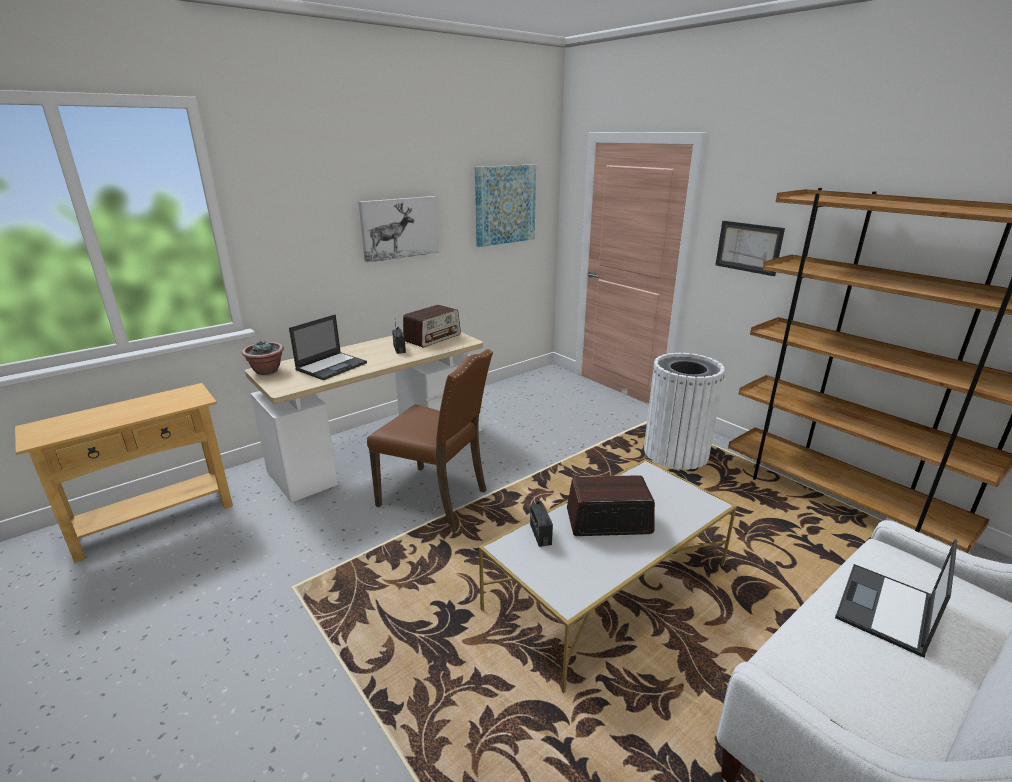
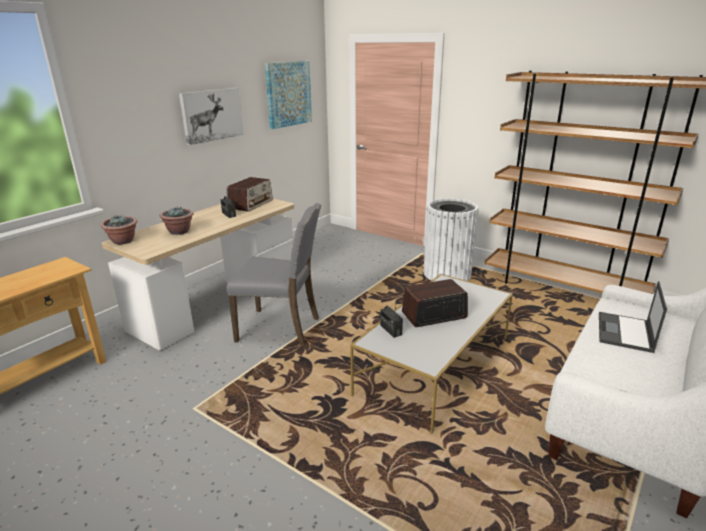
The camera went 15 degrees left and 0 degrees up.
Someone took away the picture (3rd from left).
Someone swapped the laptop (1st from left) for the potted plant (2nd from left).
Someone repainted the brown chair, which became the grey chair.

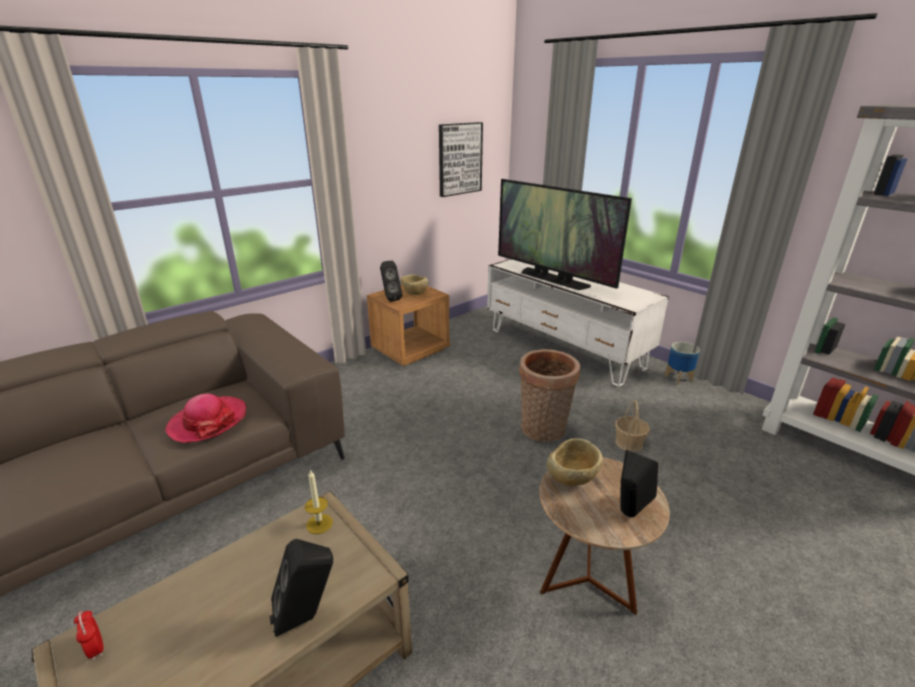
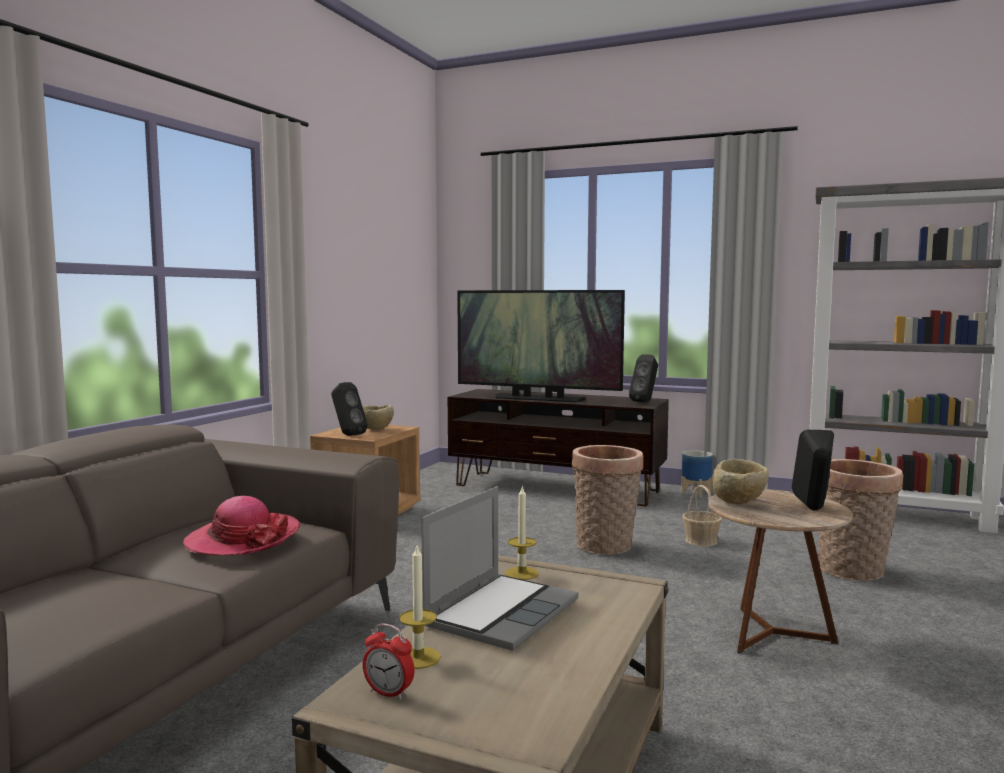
The camera went 25 degrees left and 20 degrees down.
Someone took away the picture.
Someone repainted the white tv stand, which became the brown tv stand.
Someone carried the black speaker (1st from left in the first image).
Someone put down the basket (3rd from left).
Someone put down the laptop.
Someone put down the candle (1st from left).

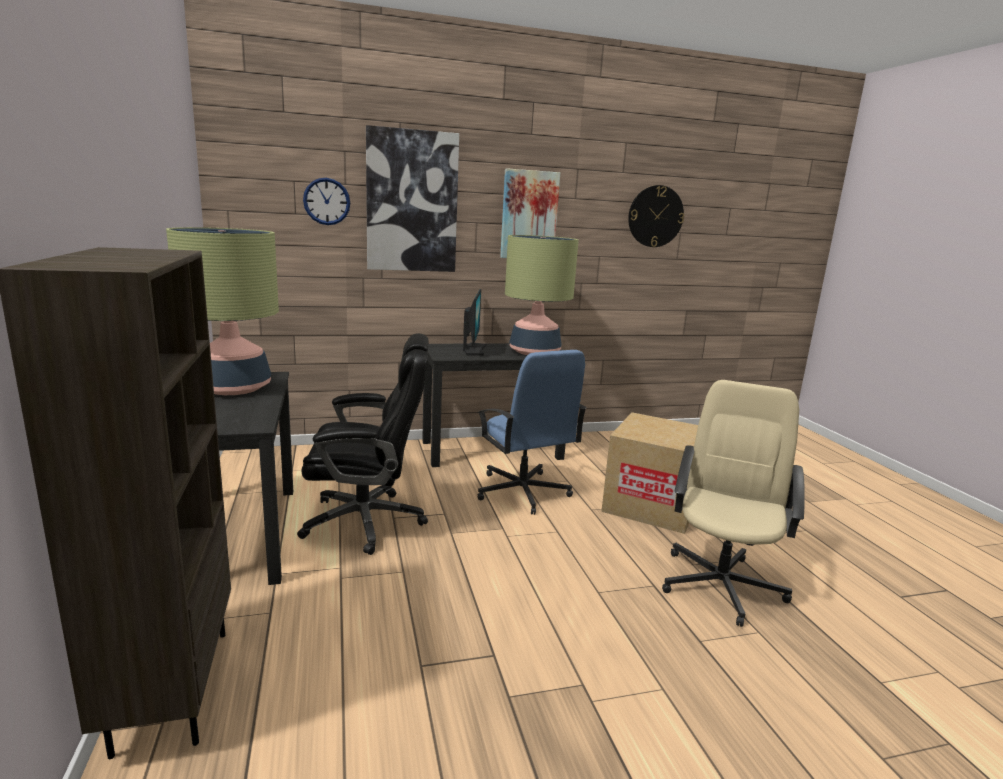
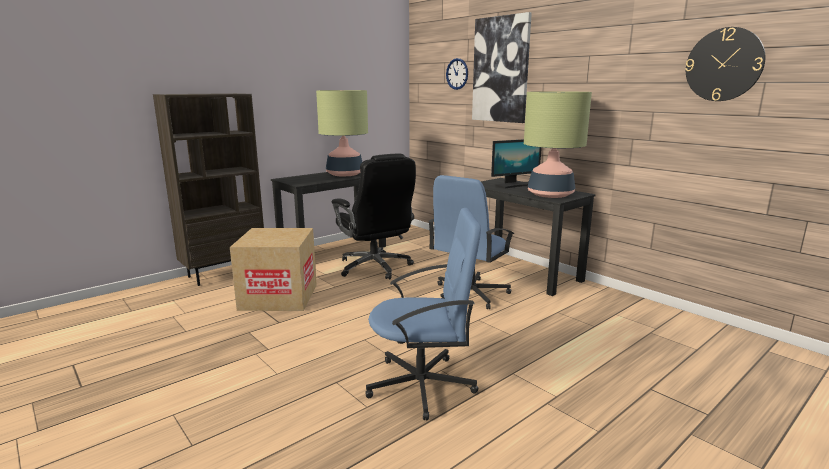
The camera went 65 degrees right and 0 degrees up.
Someone took away the picture (2nd from left).
Someone repainted the beige office chair, which became the blue office chair (1st from left).
Someone carried the cardboard box.

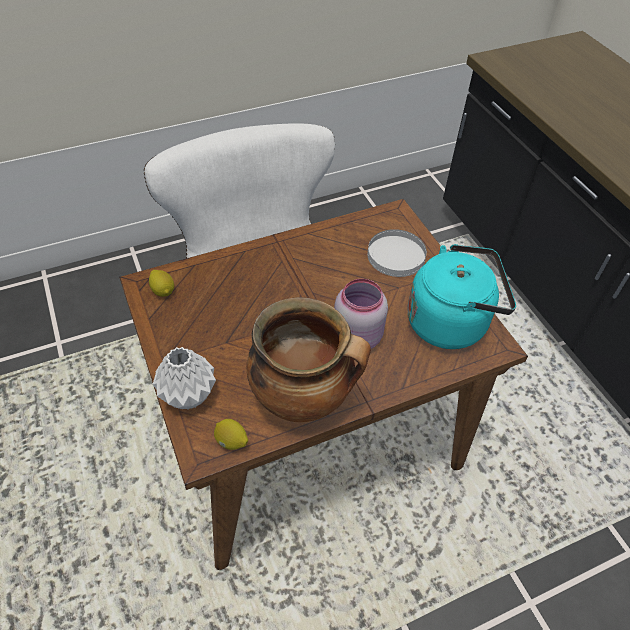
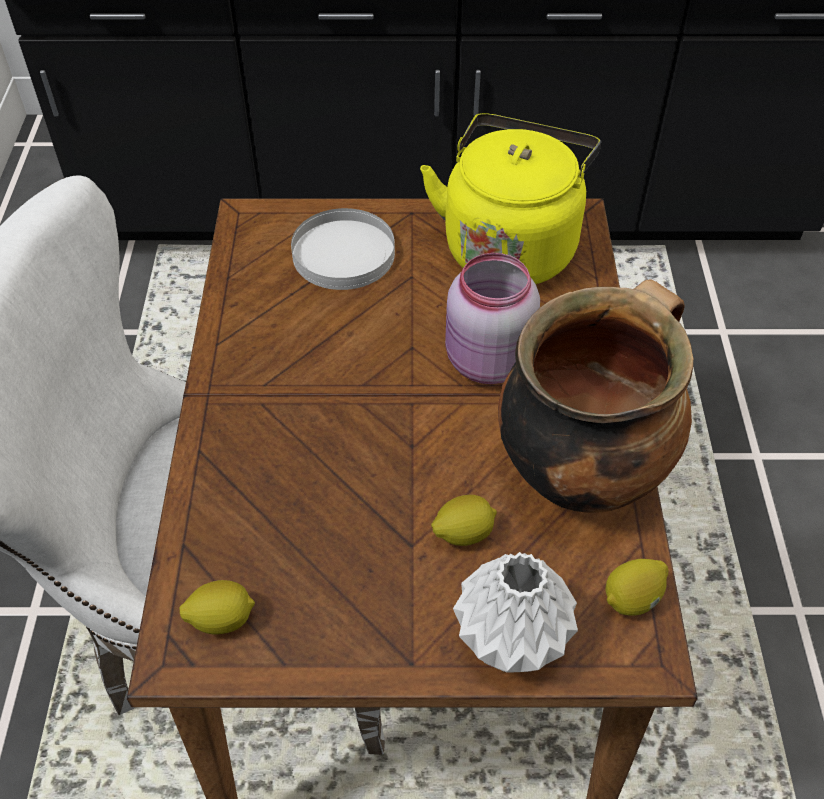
The camera went 65 degrees left and 0 degrees up.
Someone repainted the turquoise kettle, which became the yellow kettle.
Someone put down the lemon (2nd from left).

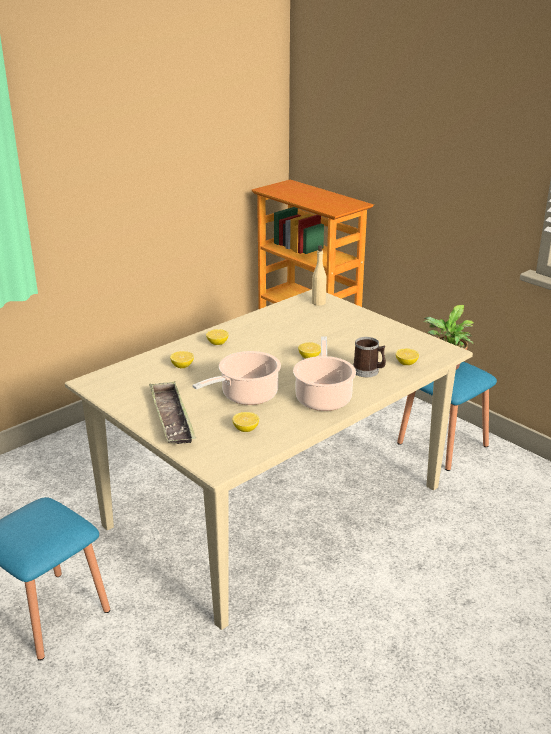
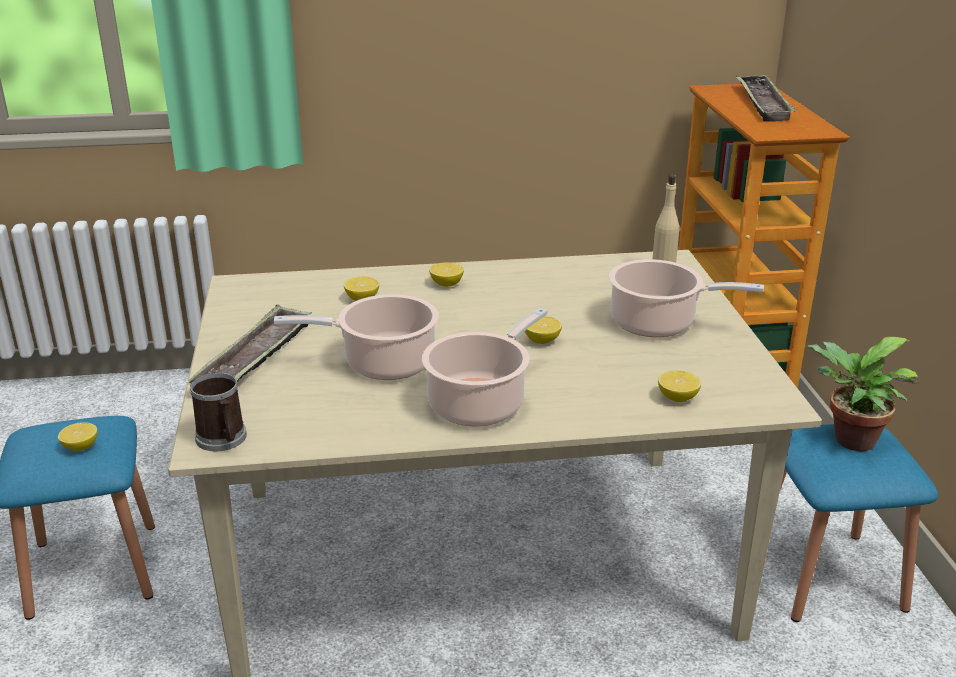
The camera went 35 degrees right and 0 degrees up.
Someone carried the mug.
Someone carried the lemon (3rd from left in the first image).
Someone put down the tray (2nd from left).
Someone put down the cooking pot (3rd from left).

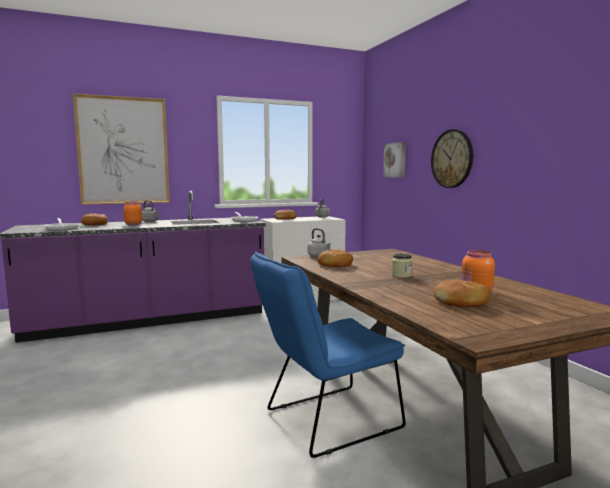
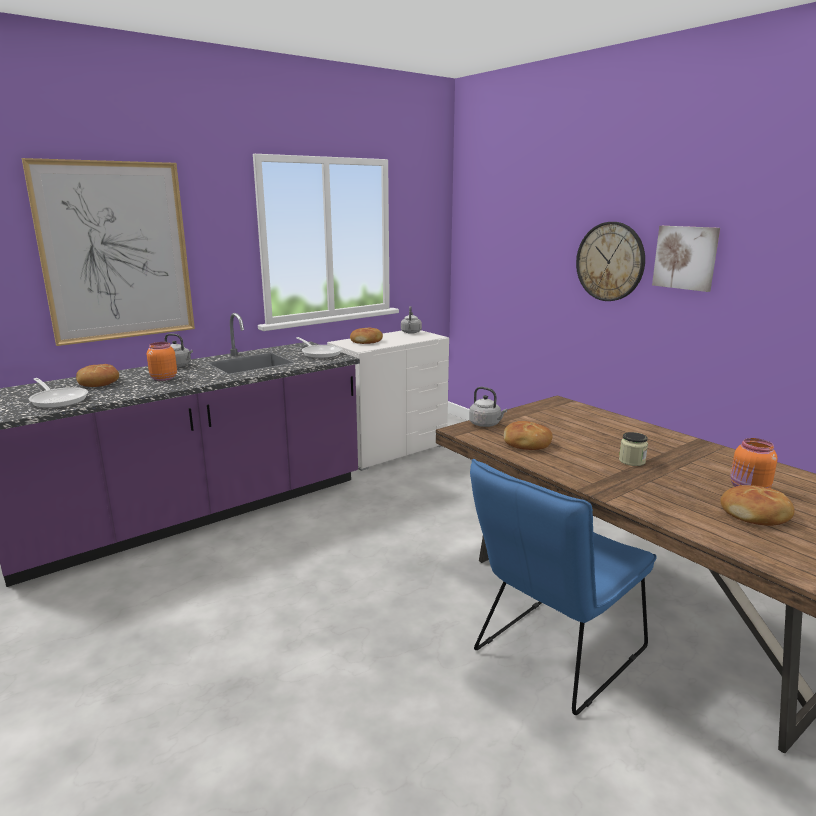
The camera went 15 degrees left and 10 degrees up.
Someone carried the picture (2nd from left).

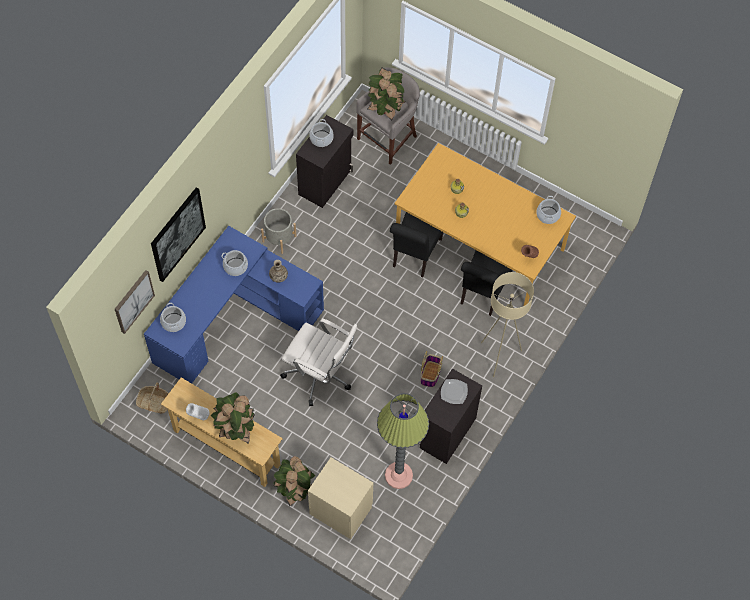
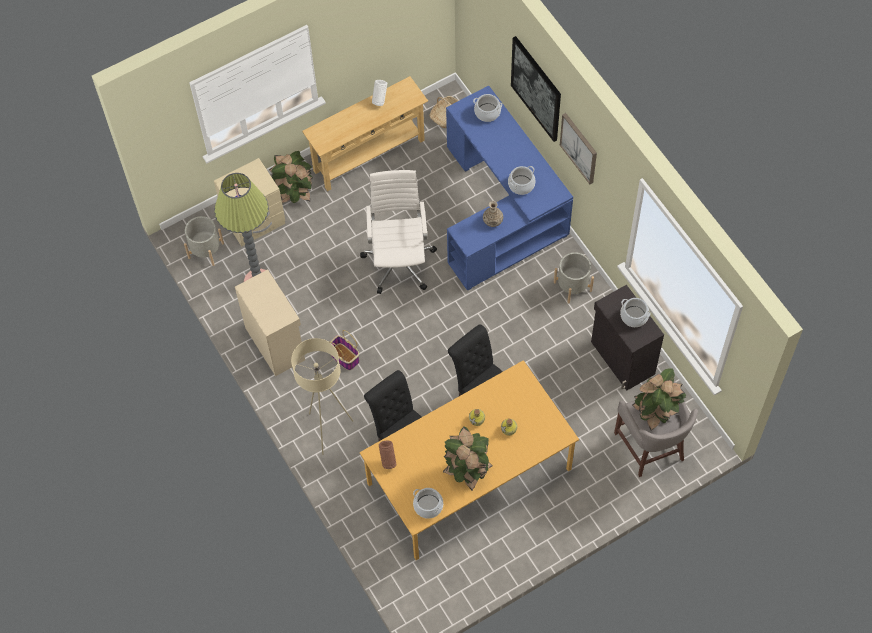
The camera went 120 degrees right and 0 degrees up.
Someone carried the picture (1st from left in the first image).
Someone rotated the white office chair by 120 degrees clockwise.
Someone repainted the black cabinet (2nd from left), which became the beige cabinet.
Someone took away the plate.
Someone carried the potted plant (1st from left in the first image).
Someone put down the grey planter (1st from left).

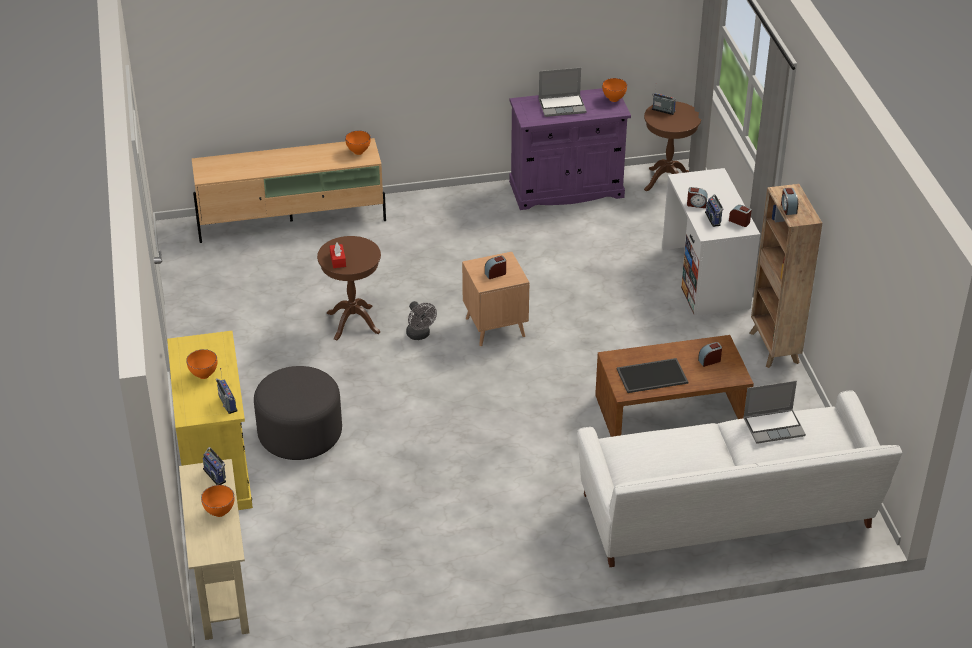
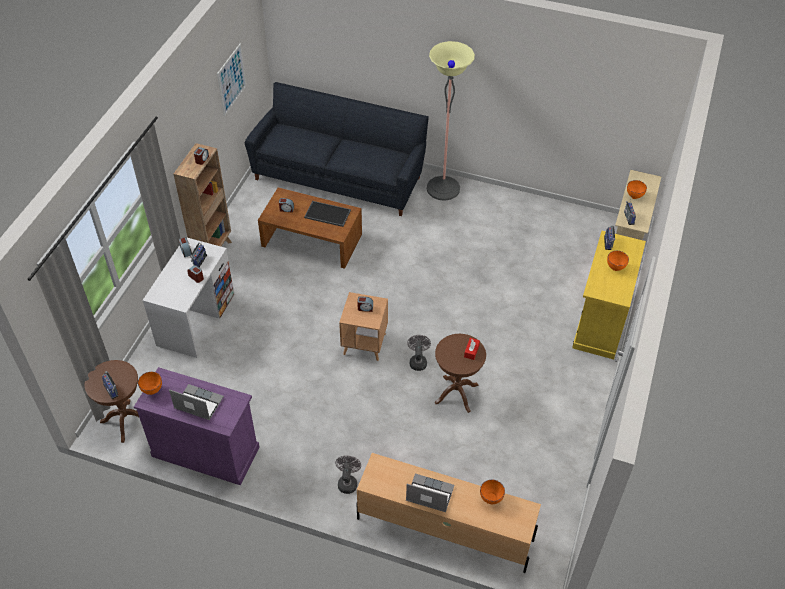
The camera went 150 degrees left and 10 degrees up.
Someone carried the orange bowl (3rd from left in the first image).
Someone took away the grey ottoman.
Someone carried the laptop (2nd from left).
Someone repainted the white sofa, which became the black sofa.
Someone put down the floor lamp.
Someone put up the picture.
Someone put down the grey fan (1st from left).

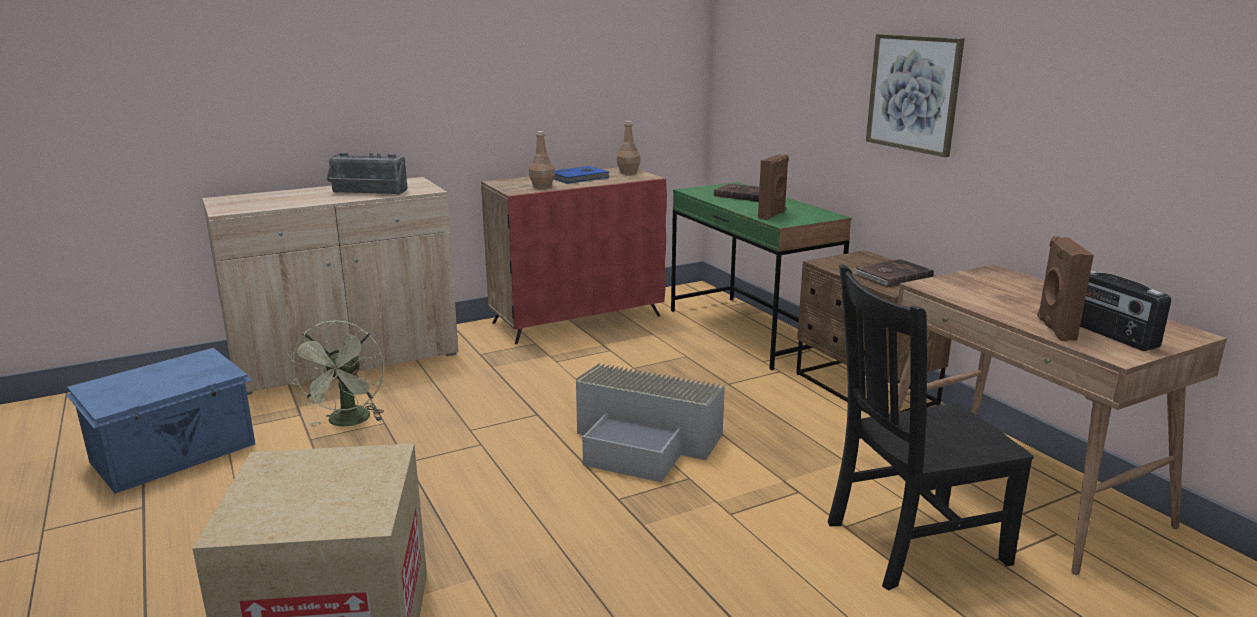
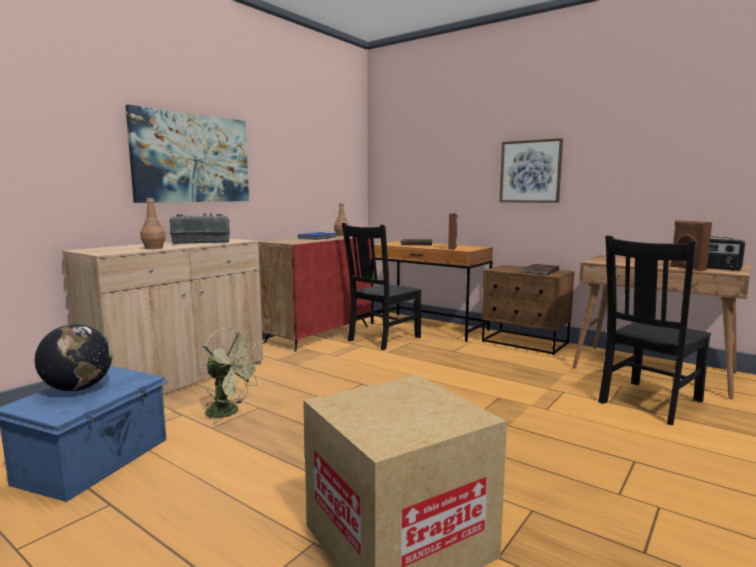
The camera went 25 degrees left and 10 degrees down.
Someone carried the brown bottle (1st from left).
Someone repainted the green desk, which became the brown desk (1st from left).
Someone rotated the green fan by 45 degrees counterclockwise.
Someone took away the grey storage box.
Someone put up the picture (1st from left).
Someone put down the black chair (1st from left).
Someone put down the globe.

